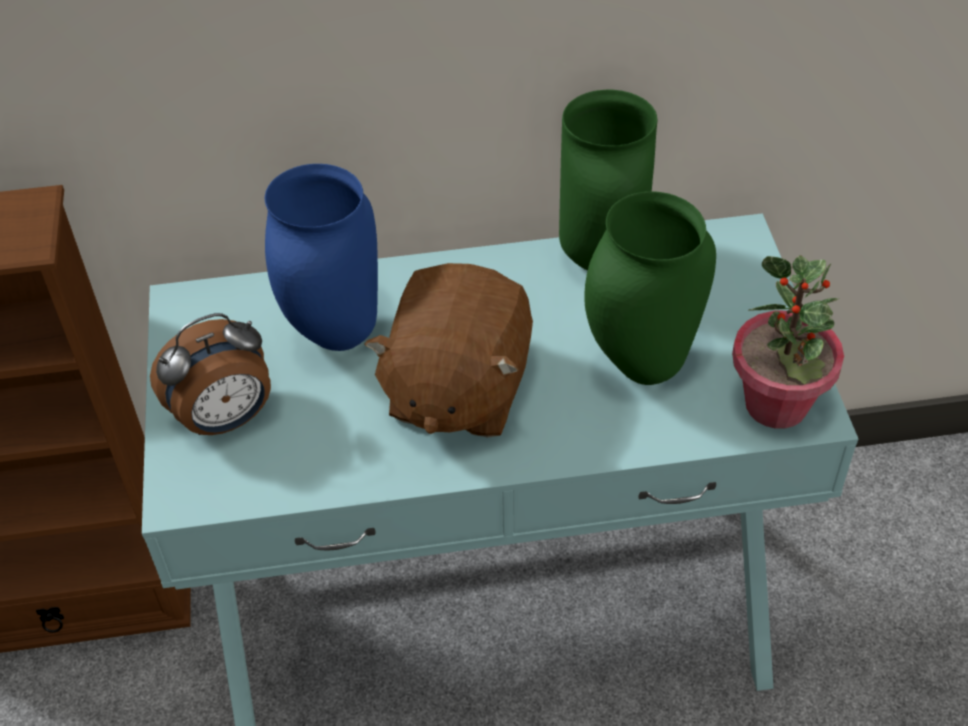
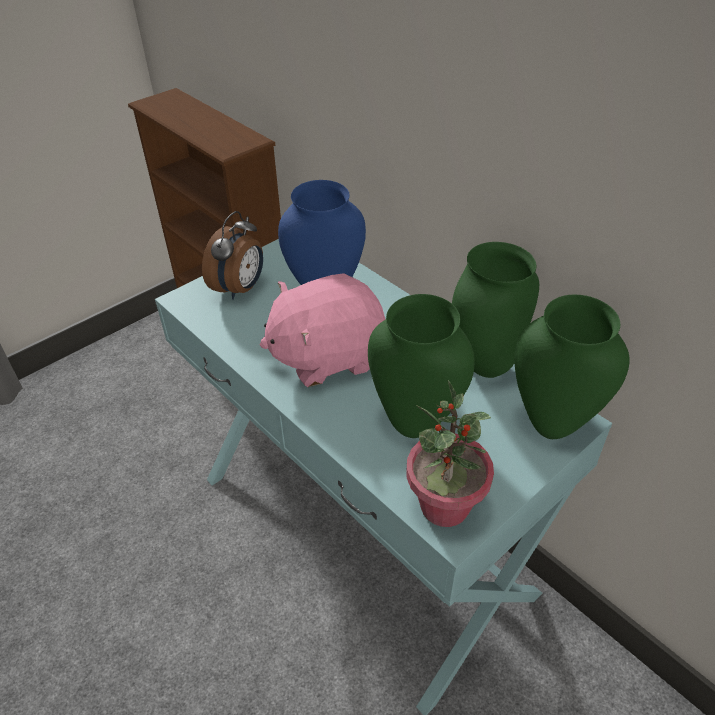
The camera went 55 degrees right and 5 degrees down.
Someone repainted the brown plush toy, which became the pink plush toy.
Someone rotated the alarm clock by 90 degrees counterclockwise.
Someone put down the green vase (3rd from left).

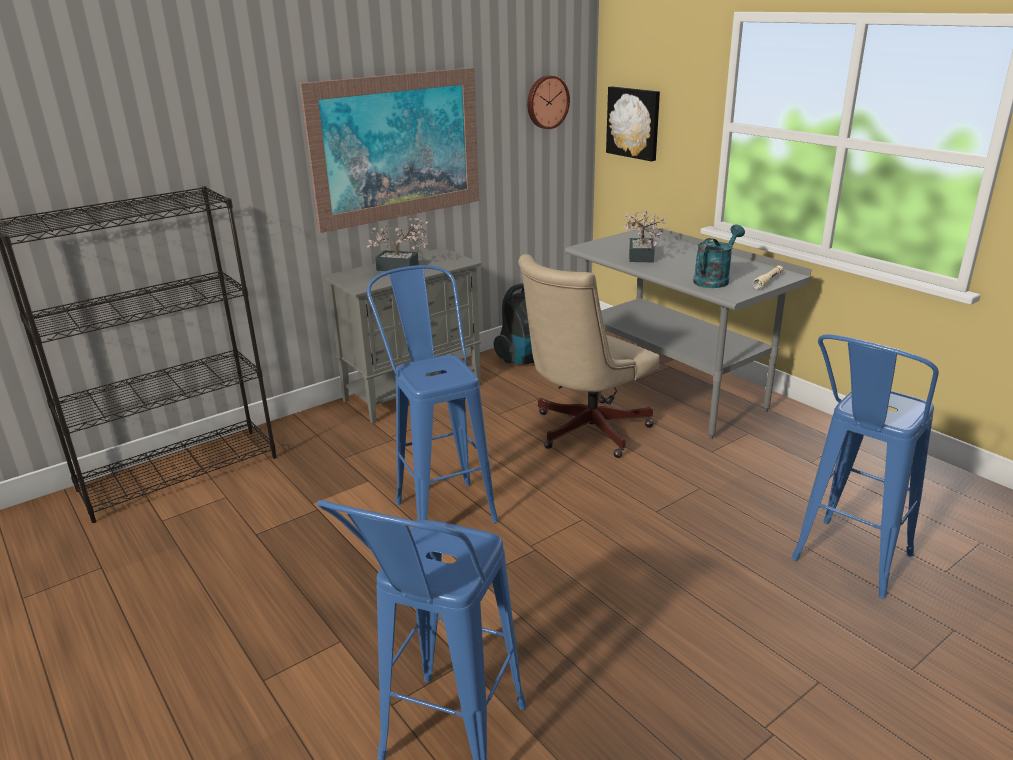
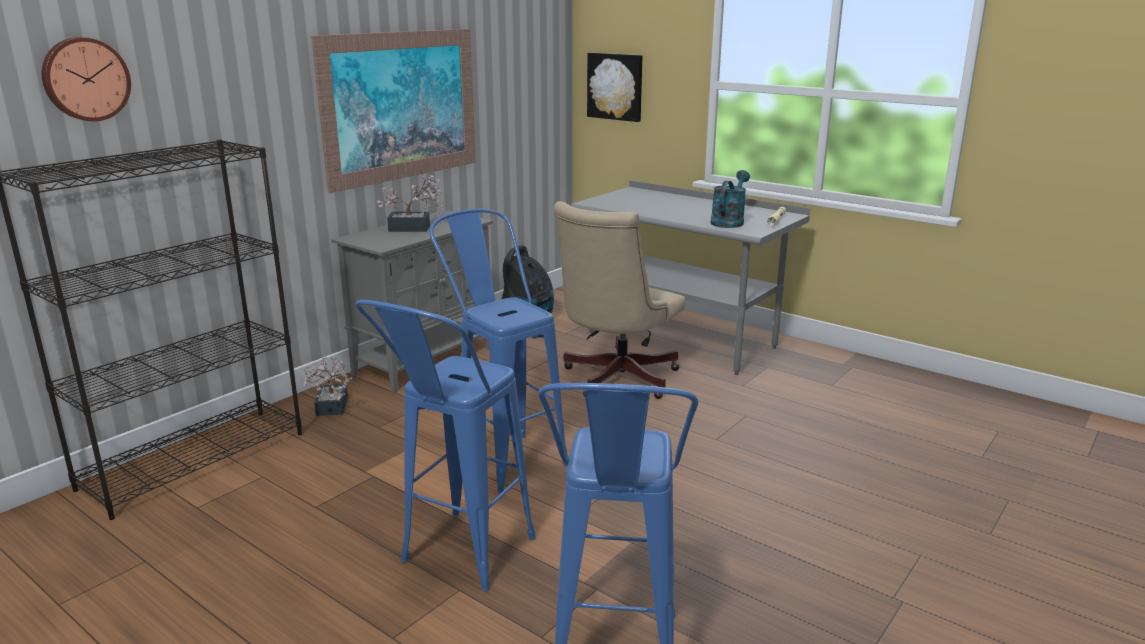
The camera went 15 degrees left and 5 degrees down.
Someone carried the wall clock.
Someone carried the potted plant (2nd from left in the first image).
Someone carried the blue stool (3rd from left in the first image).

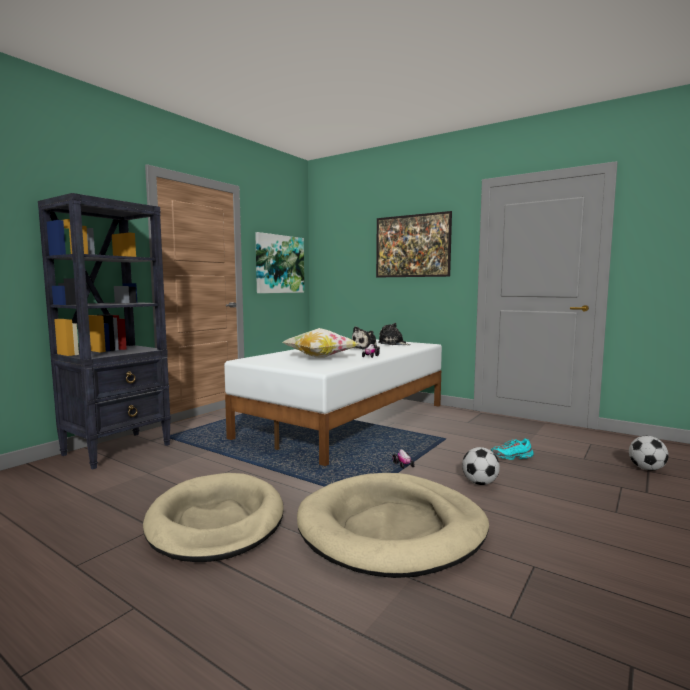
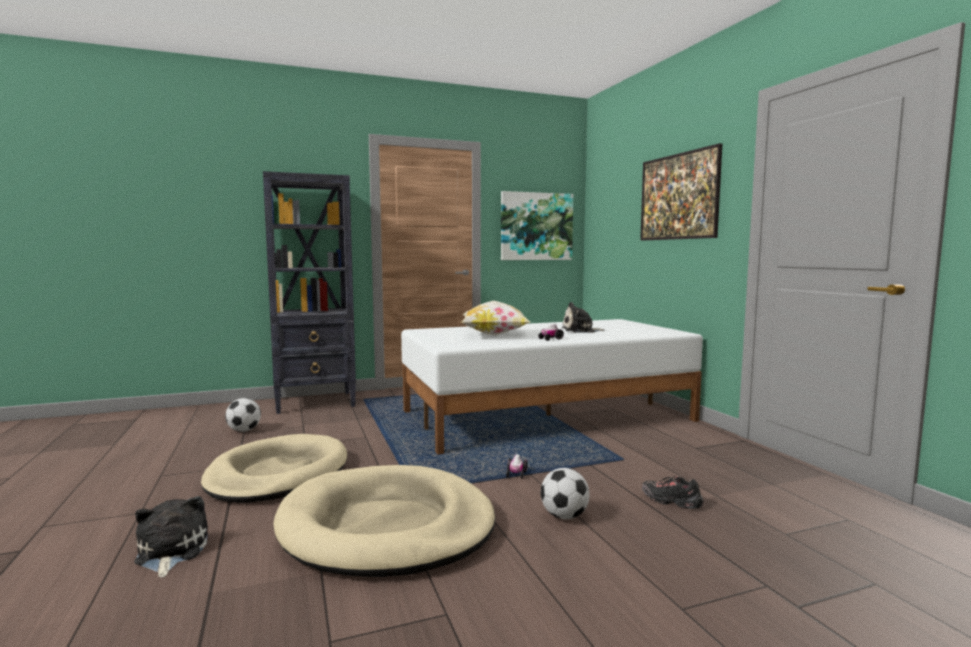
The camera went 35 degrees right and 0 degrees up.
Someone carried the plush toy (2nd from left in the first image).
Someone carried the football (2nd from left in the first image).
Someone repainted the turquoise shoe, which became the black shoe.

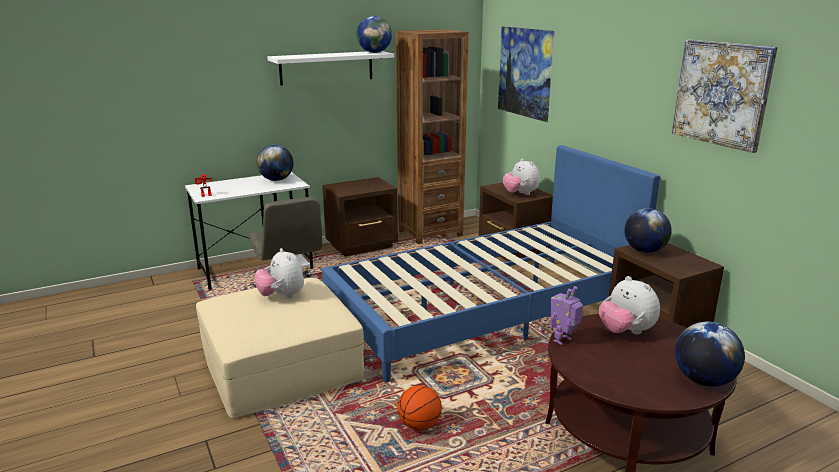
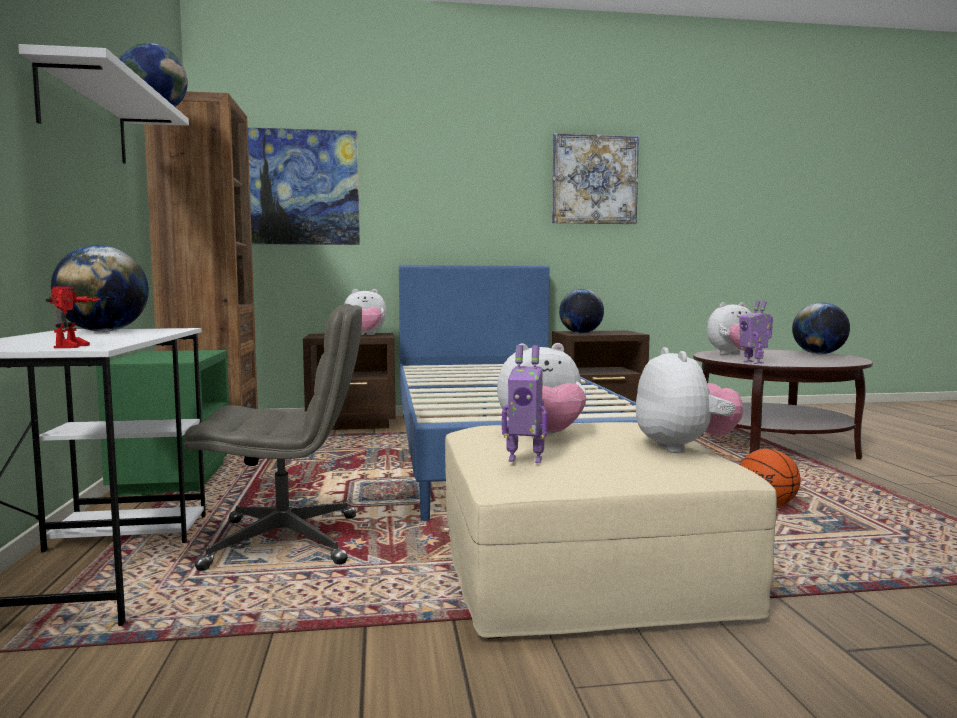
The camera went 70 degrees left and 15 degrees down.
Someone repainted the brown nightstand (1st from left), which became the green nightstand.
Someone put down the toy robot (2nd from left).
Someone put down the plush toy (3rd from left).

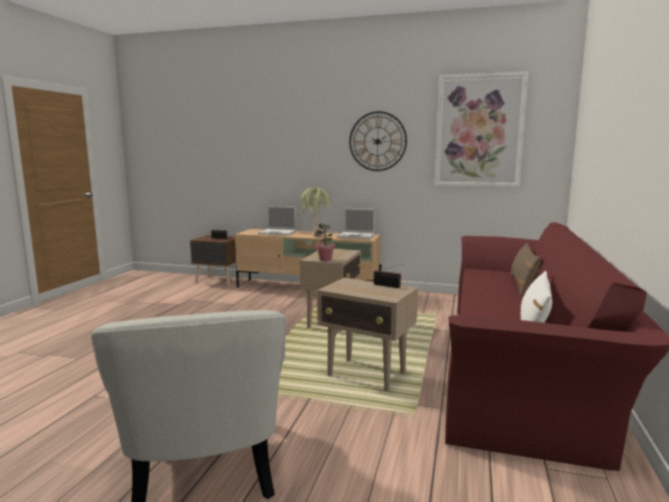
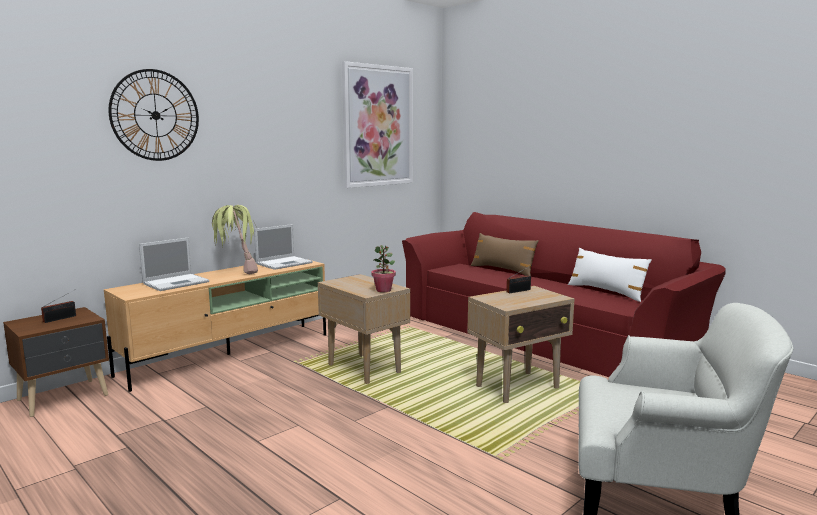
The camera went 60 degrees left and 0 degrees up.
Someone carried the wall clock.

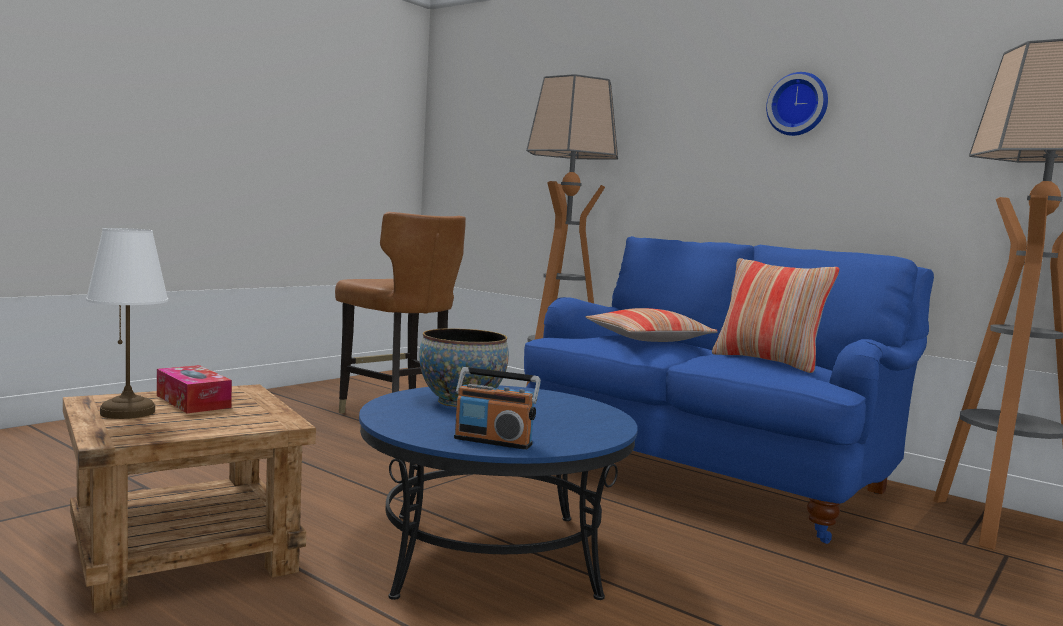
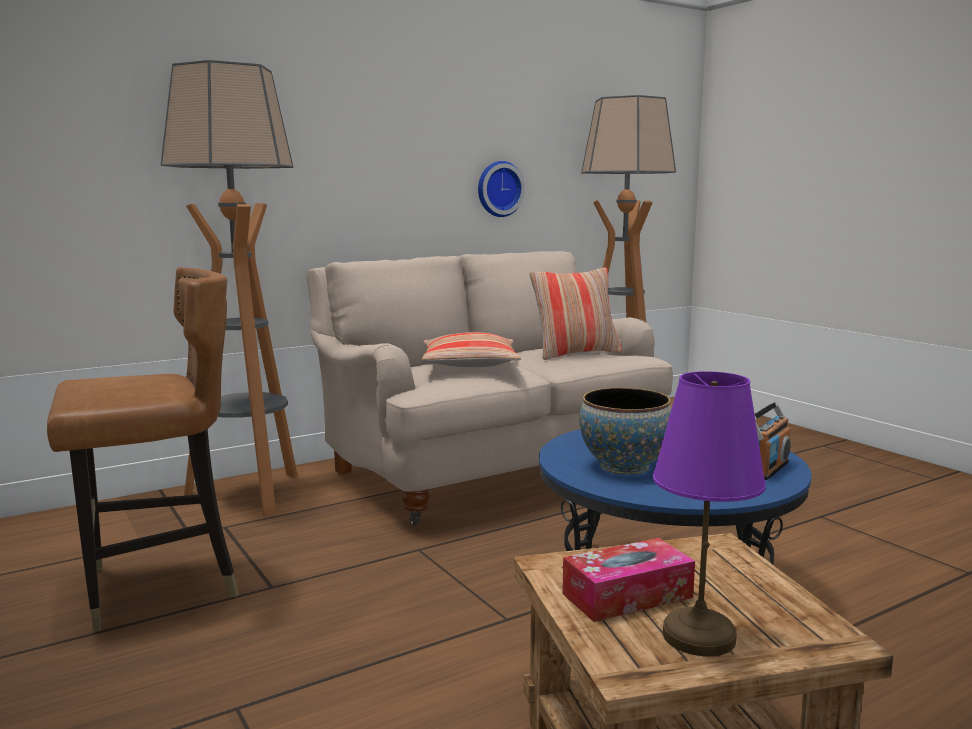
The camera went 70 degrees left and 5 degrees up.
Someone carried the wall clock.
Someone repainted the white table lamp, which became the purple table lamp.
Someone repainted the blue sofa, which became the beige sofa.

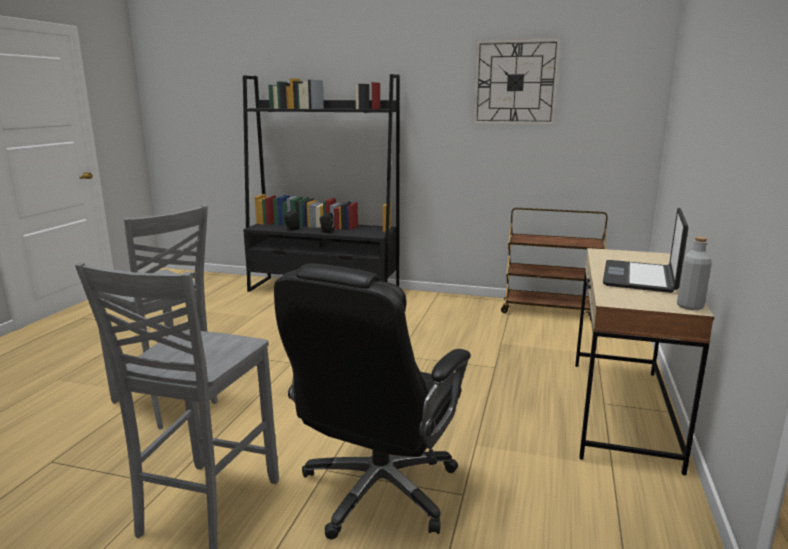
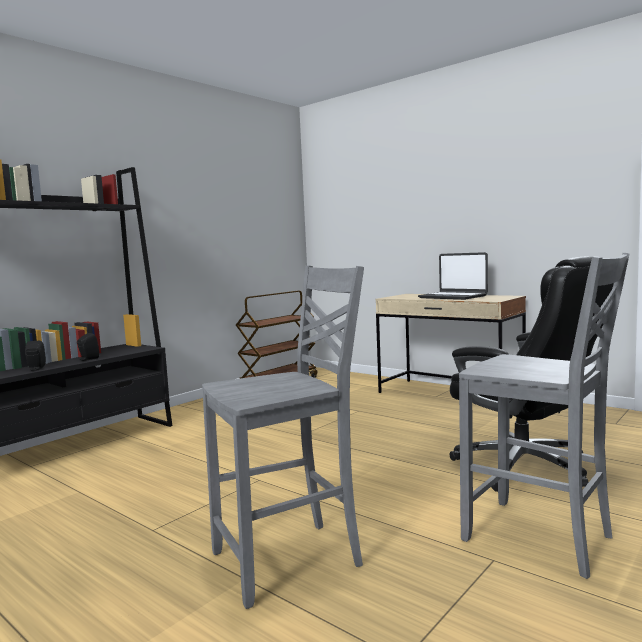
The camera went 65 degrees left and 10 degrees down.
Someone took away the wall clock.
Someone took away the grey bottle.

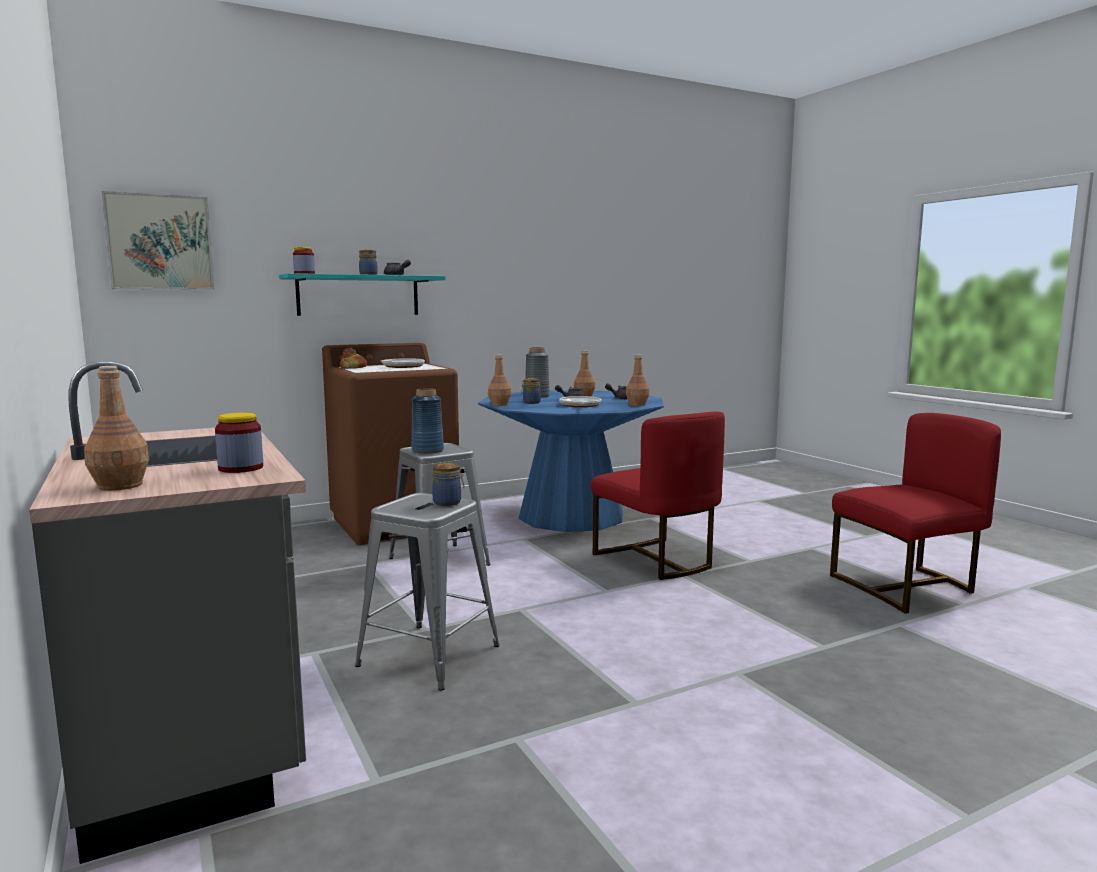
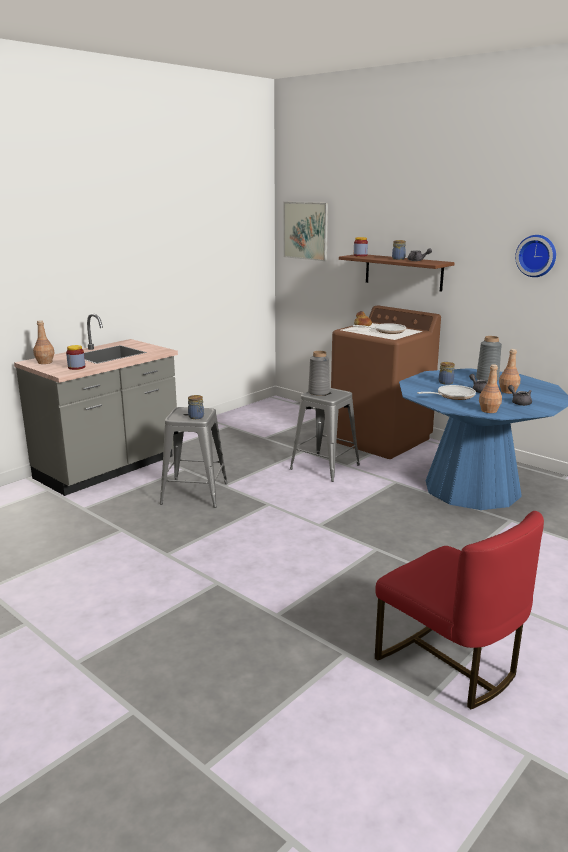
The camera went 70 degrees right and 10 degrees up.
Someone repainted the turquoise shelf, which became the brown shelf.
Someone took away the brown bottle (2nd from left).
Someone repainted the blue vase, which became the grey vase (1st from left).
Someone took away the red chair (1st from left).
Someone put up the wall clock.

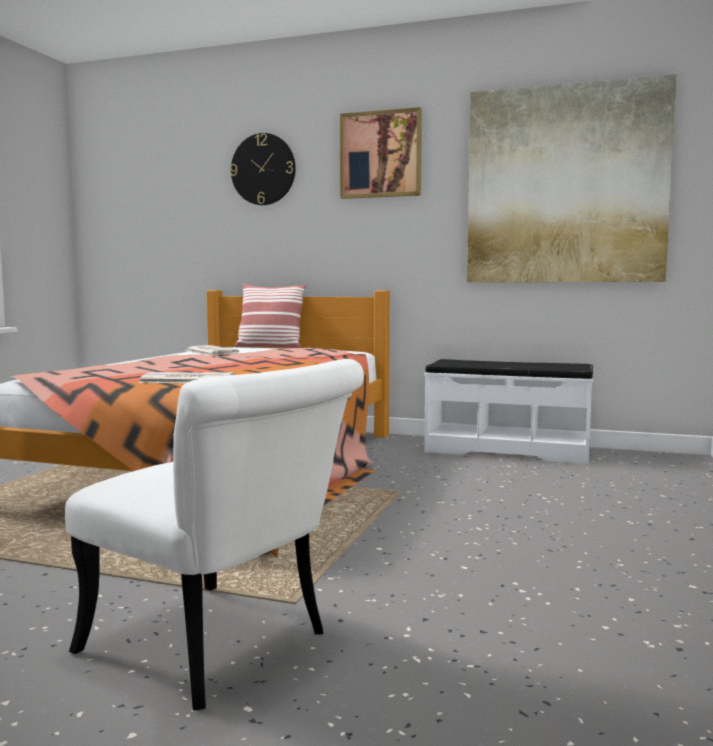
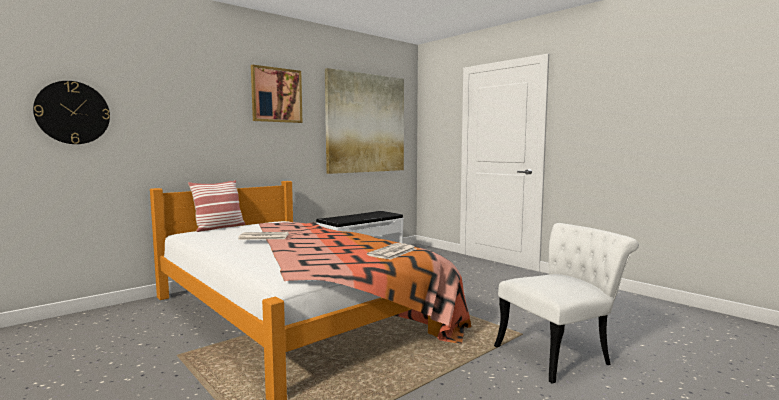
The camera went 60 degrees left and 0 degrees up.
Someone carried the wall clock.

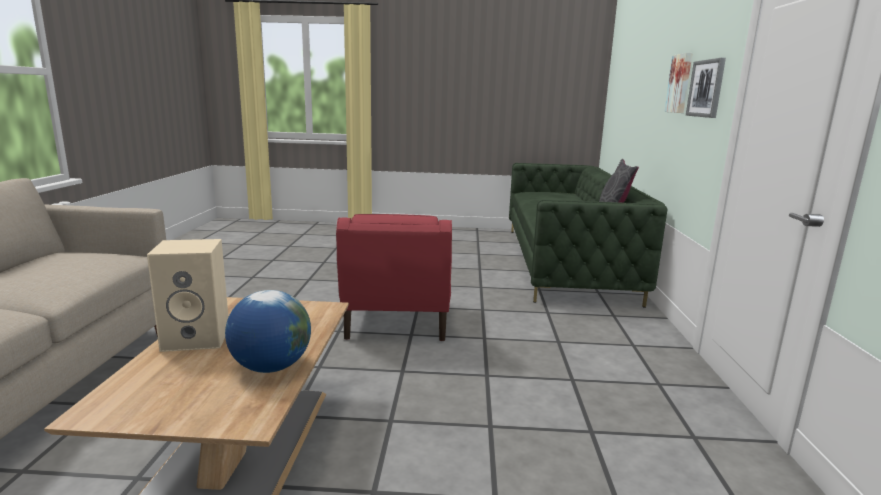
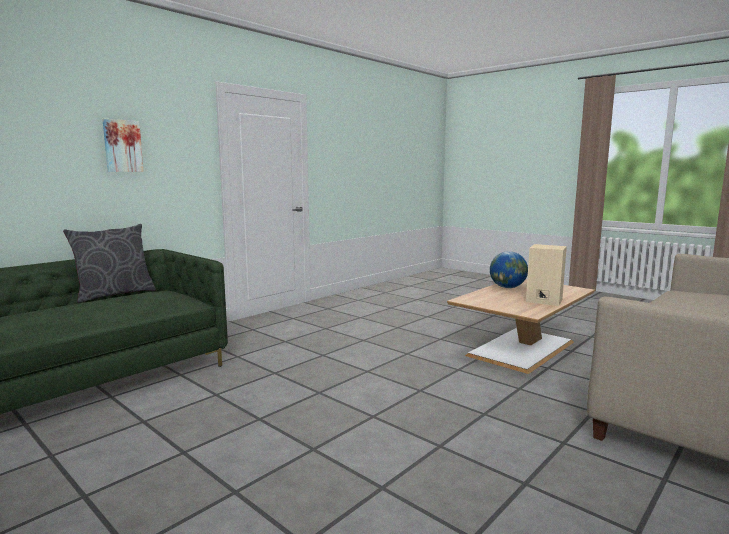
The camera went 140 degrees left and 5 degrees down.
Someone took away the picture (2nd from left).
Someone took away the red armchair.

